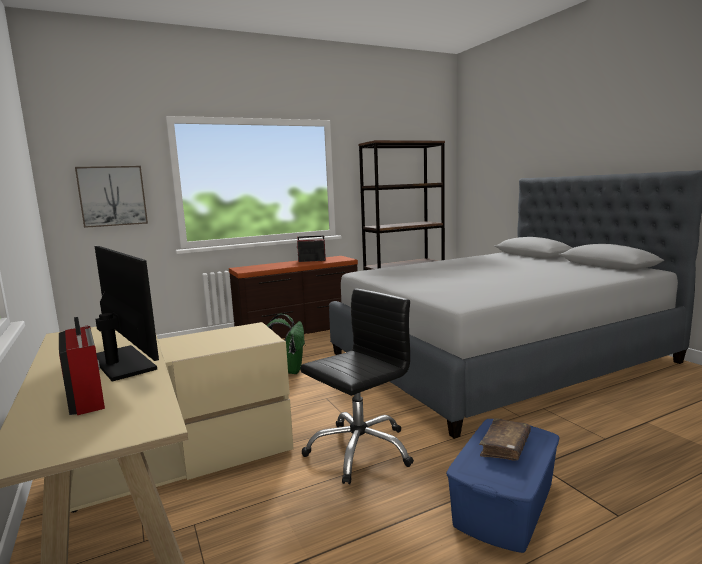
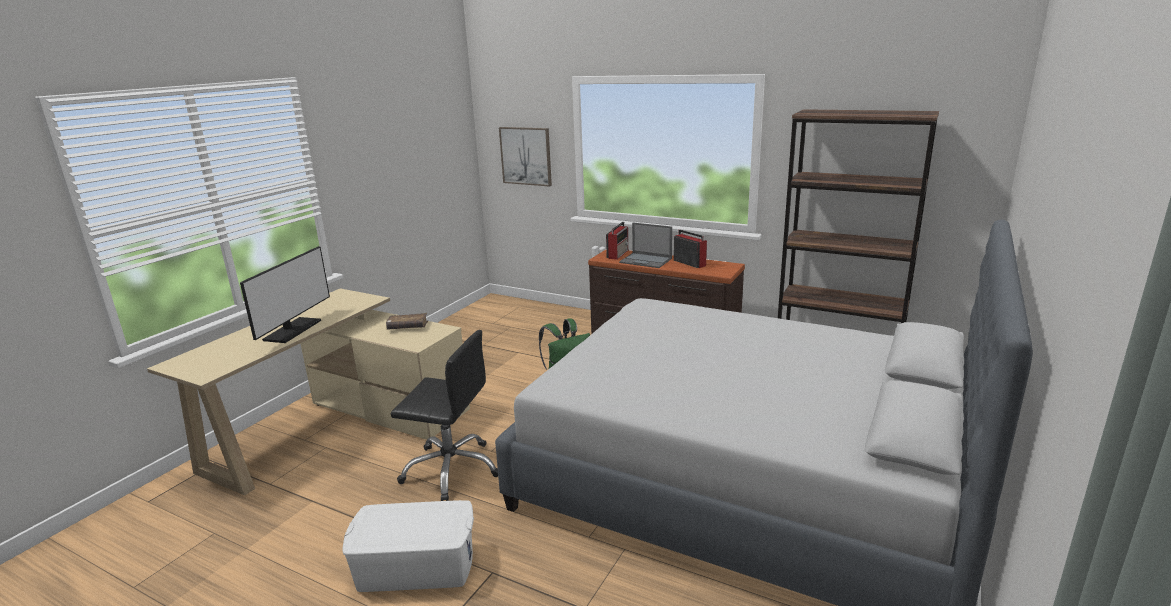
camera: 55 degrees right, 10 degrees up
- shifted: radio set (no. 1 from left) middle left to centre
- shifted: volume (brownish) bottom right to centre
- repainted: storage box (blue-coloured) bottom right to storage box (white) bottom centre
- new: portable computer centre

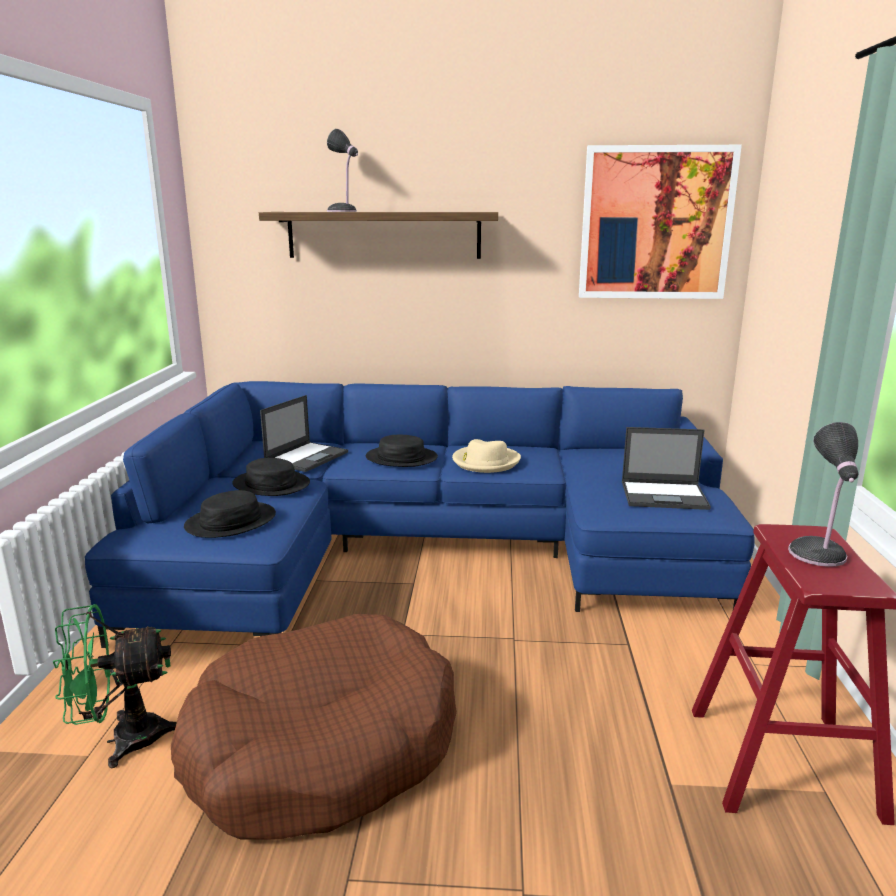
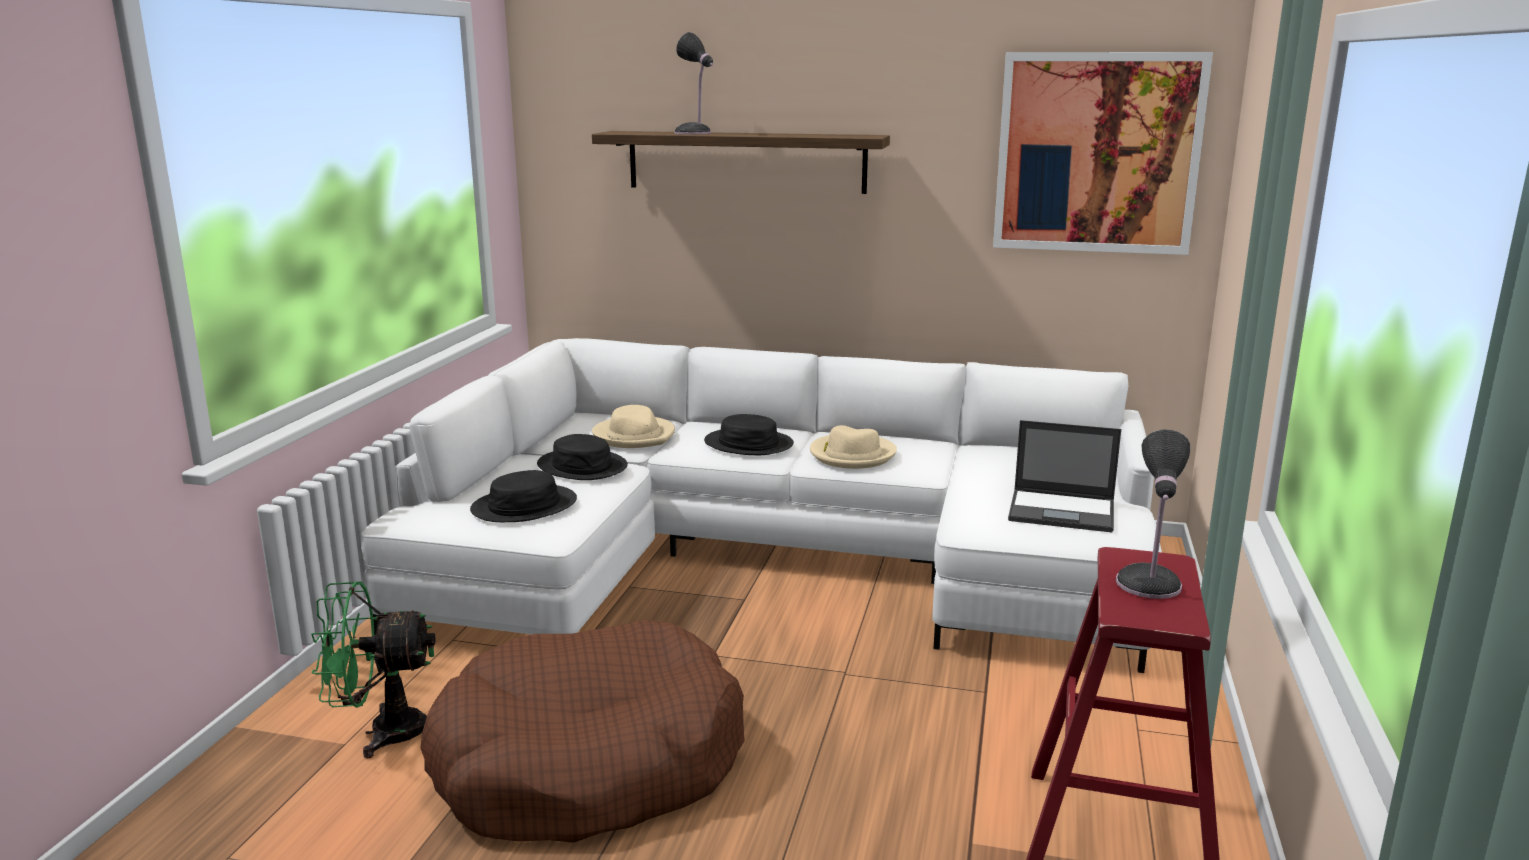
camera: 10 degrees right, 0 degrees up
- repainted: settee (blue-coloured) centre to settee (white) centre
- swapped: portable computer (no. 1 from left) centre to wearable hat (sand-coloured) (no. 1 from left) centre

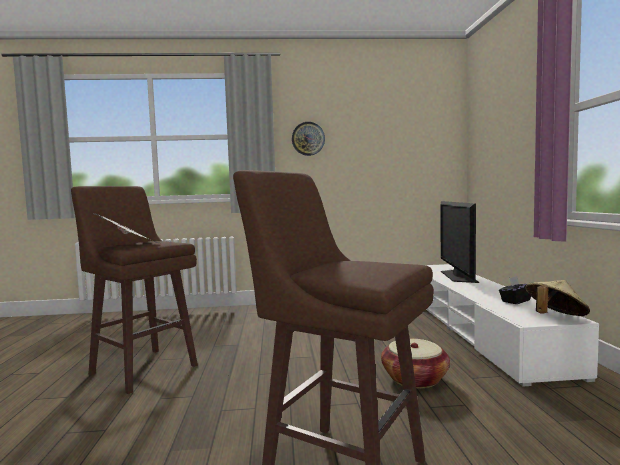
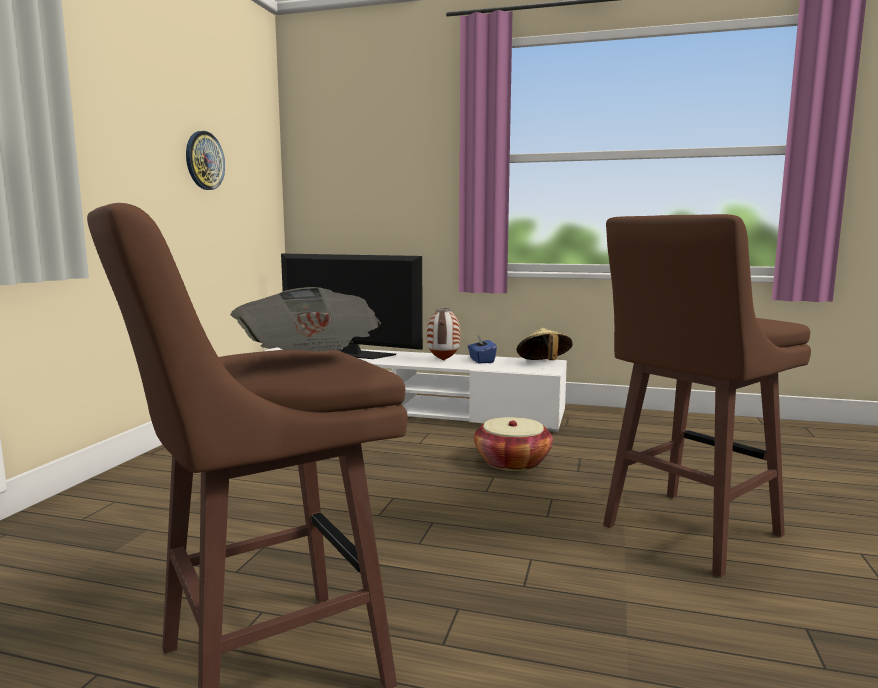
camera: 70 degrees left, 5 degrees up
- shifted: clock on the wall top centre to top left
- repainted: tissue box (black-coloured) middle right to tissue box (blue-coloured) centre
- new: vase centre

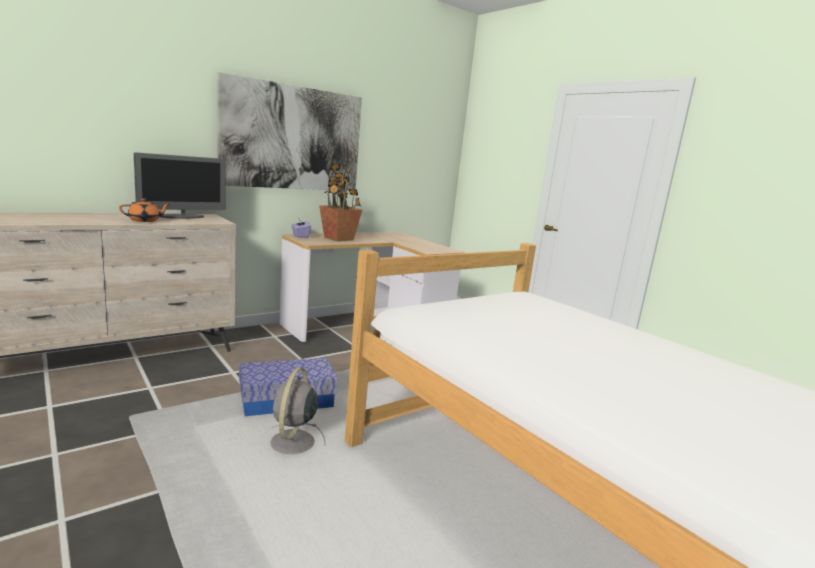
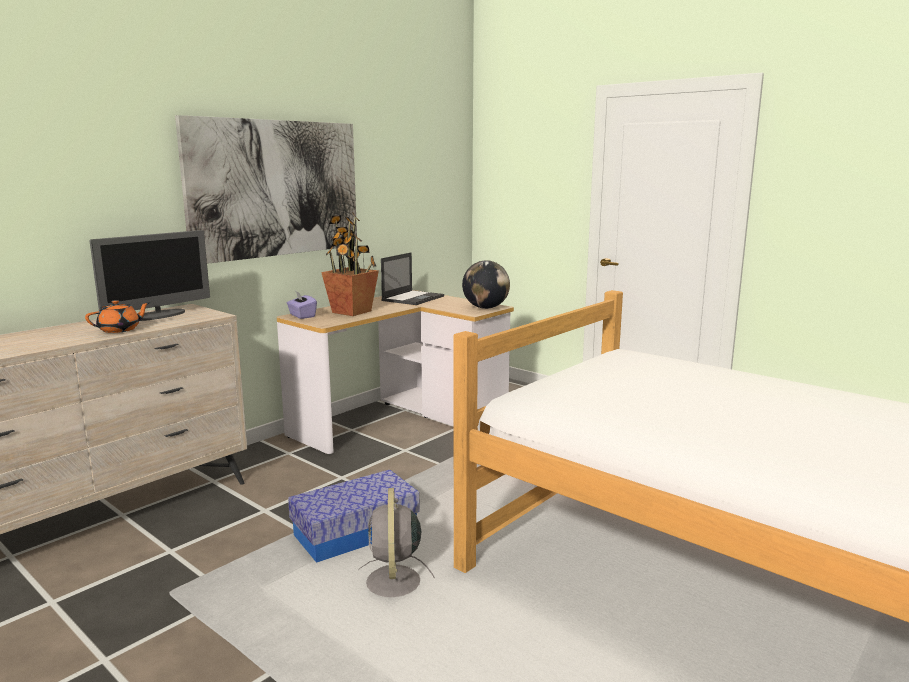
camera: 10 degrees left, 0 degrees up
- new: portable computer centre
- new: world globe centre

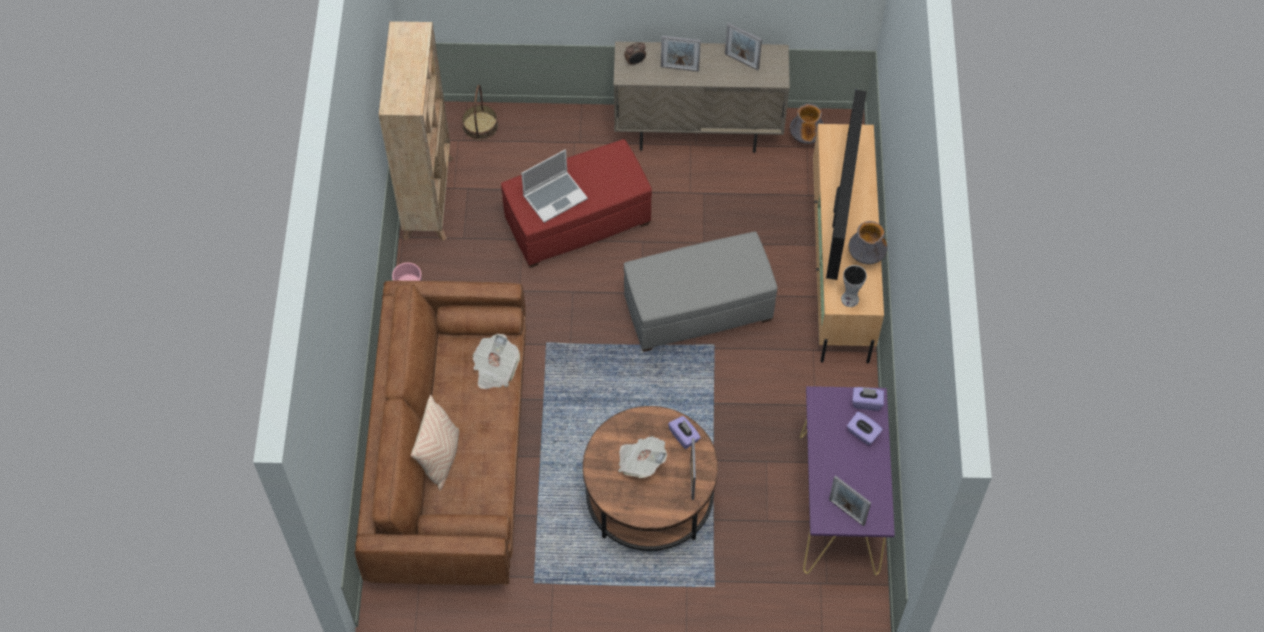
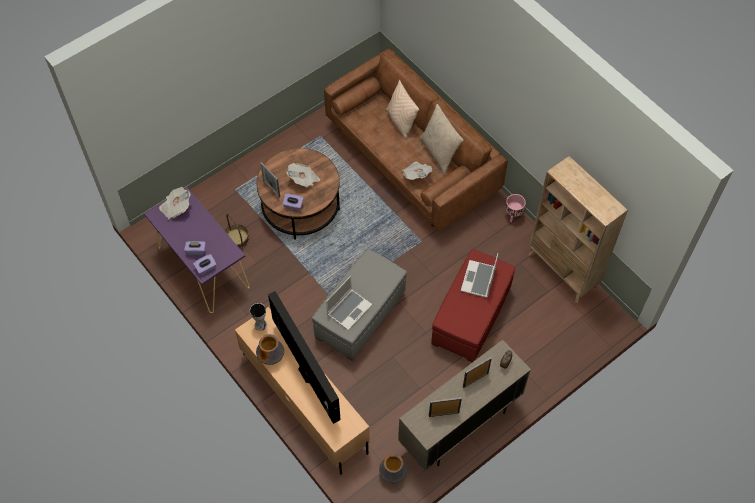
camera: 140 degrees right, 0 degrees up
- shifted: storage basket top centre to middle left
- swapped: standing frame (no. 4 from left) bottom right to newspaper (no. 1 from left) middle left
- new: throw pillow (sand-coloured) (no. 2 from left) top centre
- new: portable computer (no. 1 from left) centre

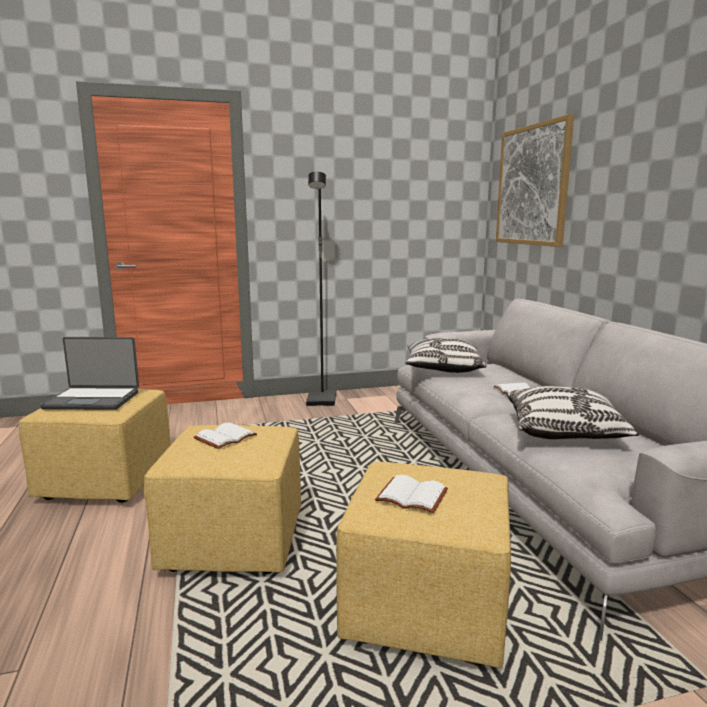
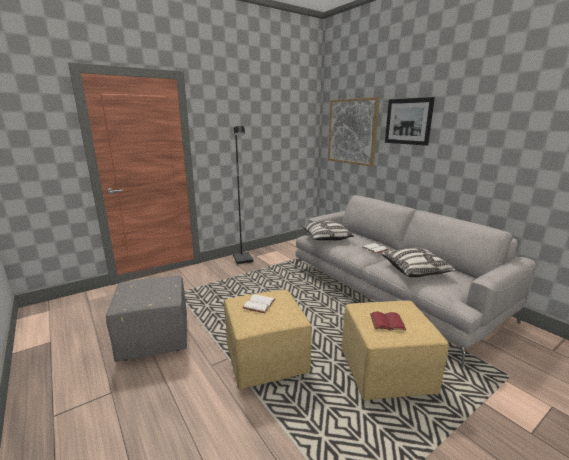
camera: 20 degrees left, 5 degrees up
- gone: portable computer middle left
- repainted: ottoman (yellow-coloured) (no. 1 from left) middle left to ottoman (gray) bottom left
- repainted: volume (white) (no. 2 from left) bottom centre to volume (red) bottom right
- new: picture (no. 2 from left) top right

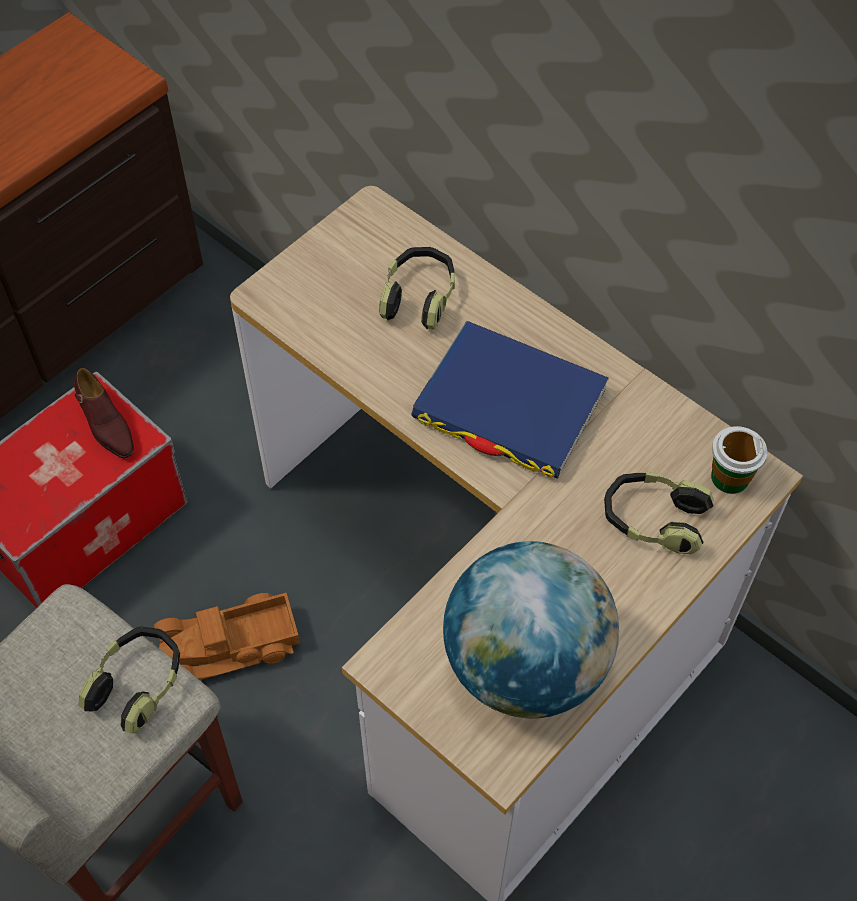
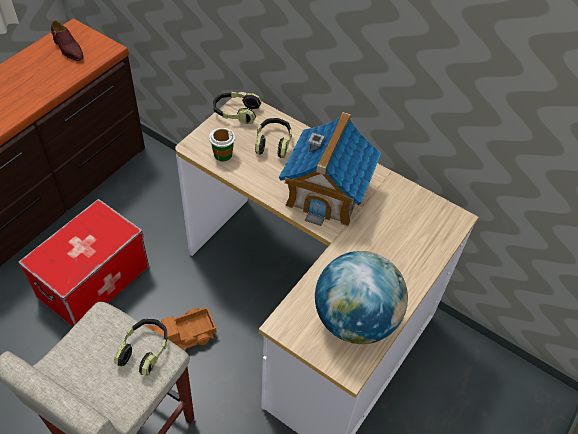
camera: 10 degrees left, 5 degrees down
- swapped: volume (blue-coloured) centre to miniature house centre
- shifted: item of footwear (brownish) middle left to top left
- shifted: cup middle right to top centre
- shifted: headphones (no. 3 from left in the first image) middle right to headphones (no. 2 from left) top centre

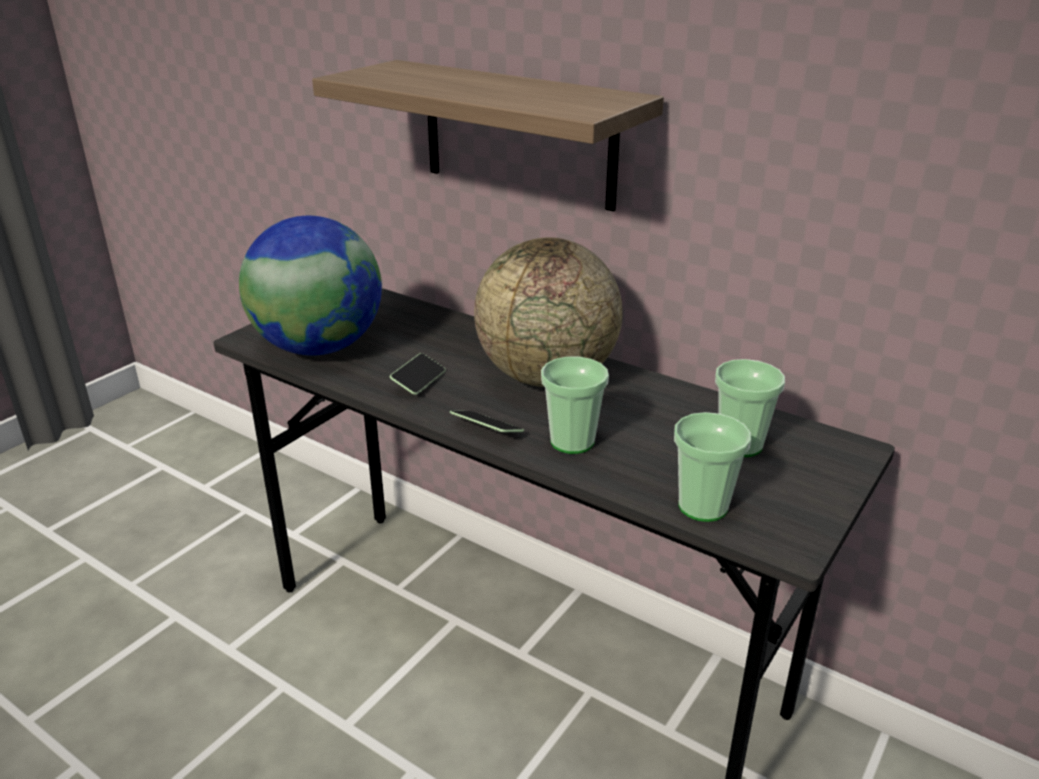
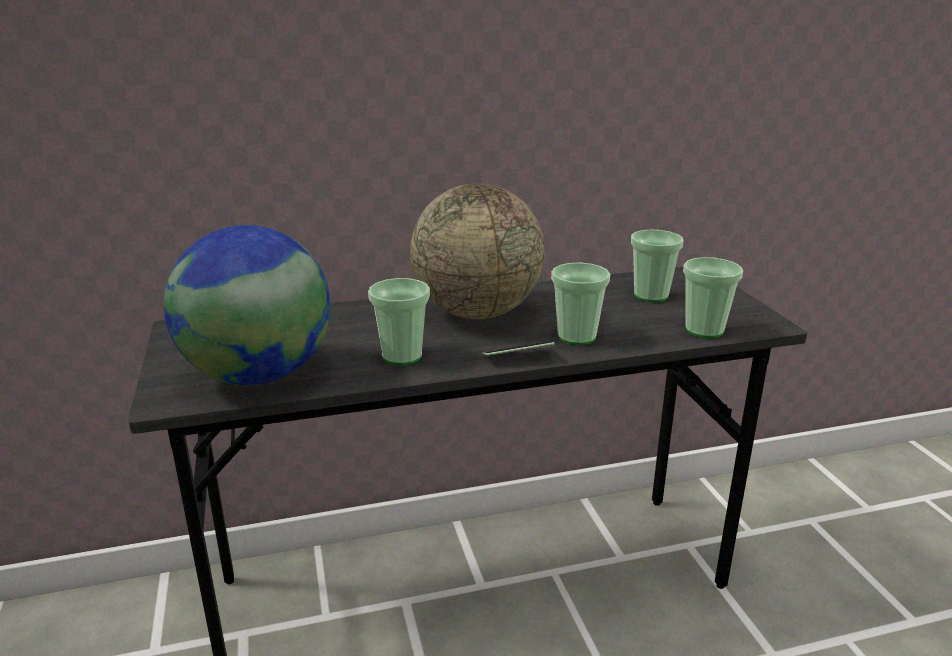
camera: 50 degrees left, 5 degrees down
- gone: wall shelf top centre
- swapped: telephone (no. 1 from left) centre to cup (no. 1 from left) centre

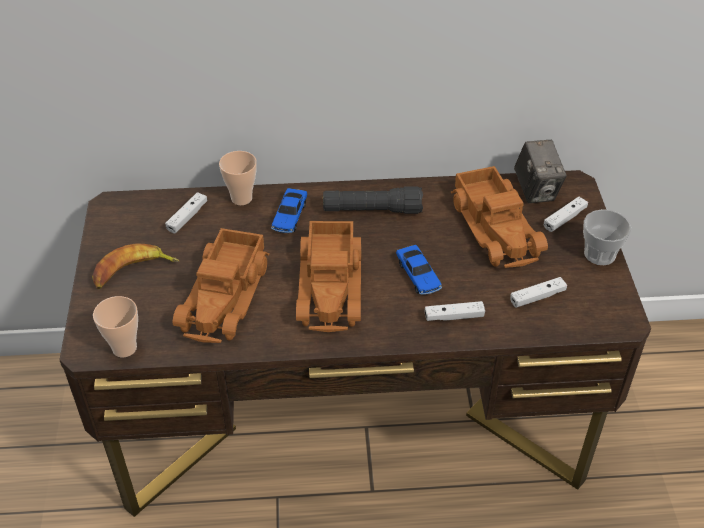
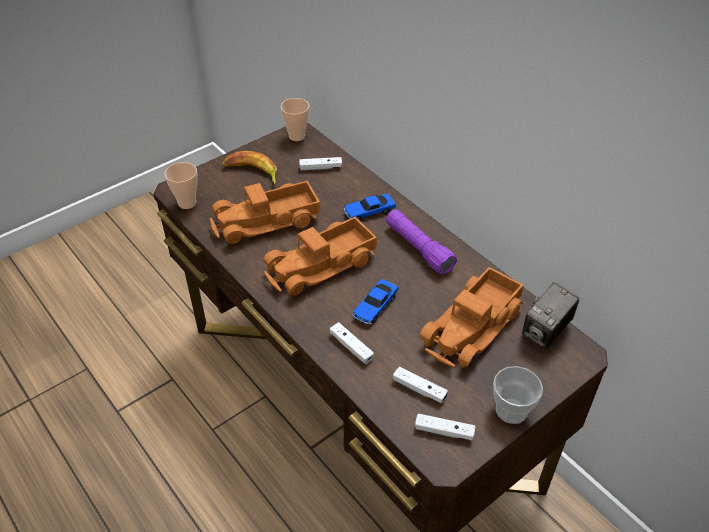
camera: 55 degrees right, 0 degrees up
- shifted: cup (no. 2 from left) centre to top centre
- repainted: torch (black-coloured) centre to torch (purplish) centre
- shifted: gamepad (white) (no. 4 from left) middle right to bottom centre

